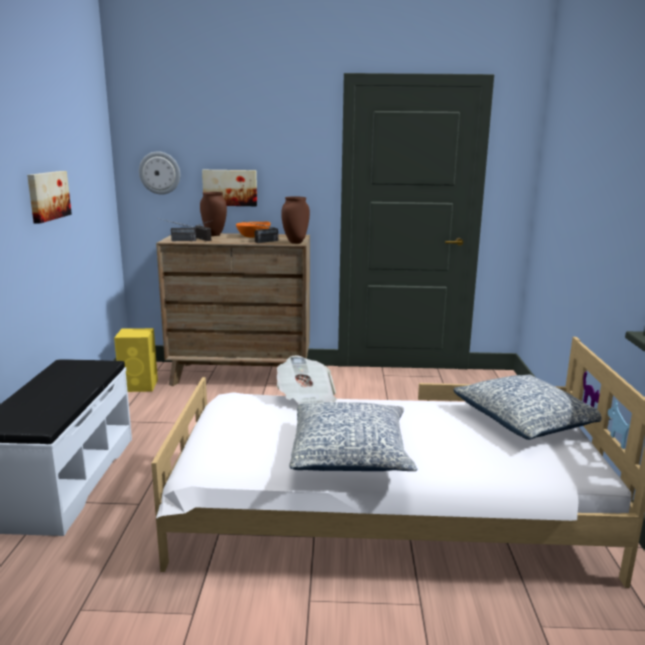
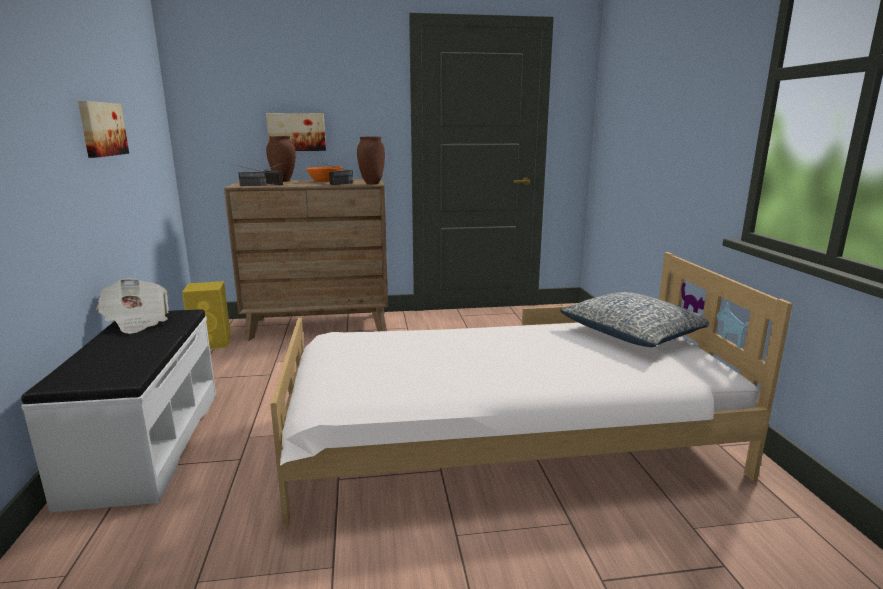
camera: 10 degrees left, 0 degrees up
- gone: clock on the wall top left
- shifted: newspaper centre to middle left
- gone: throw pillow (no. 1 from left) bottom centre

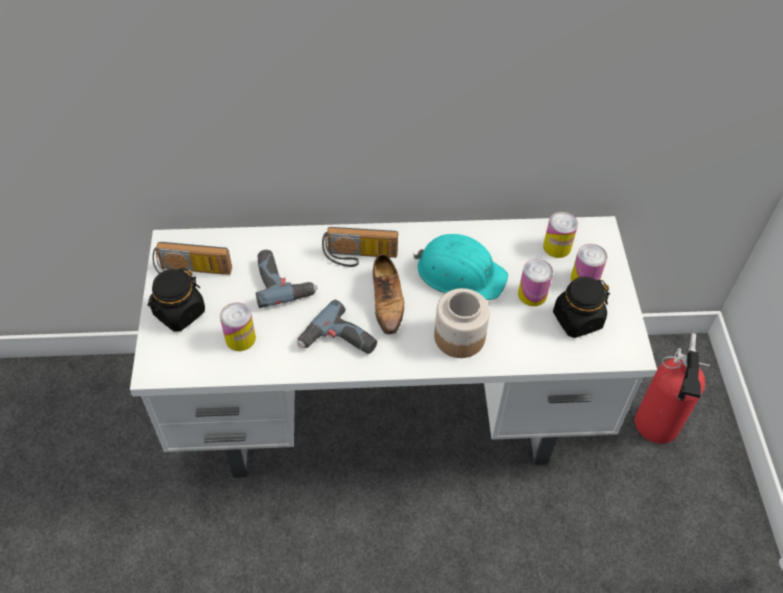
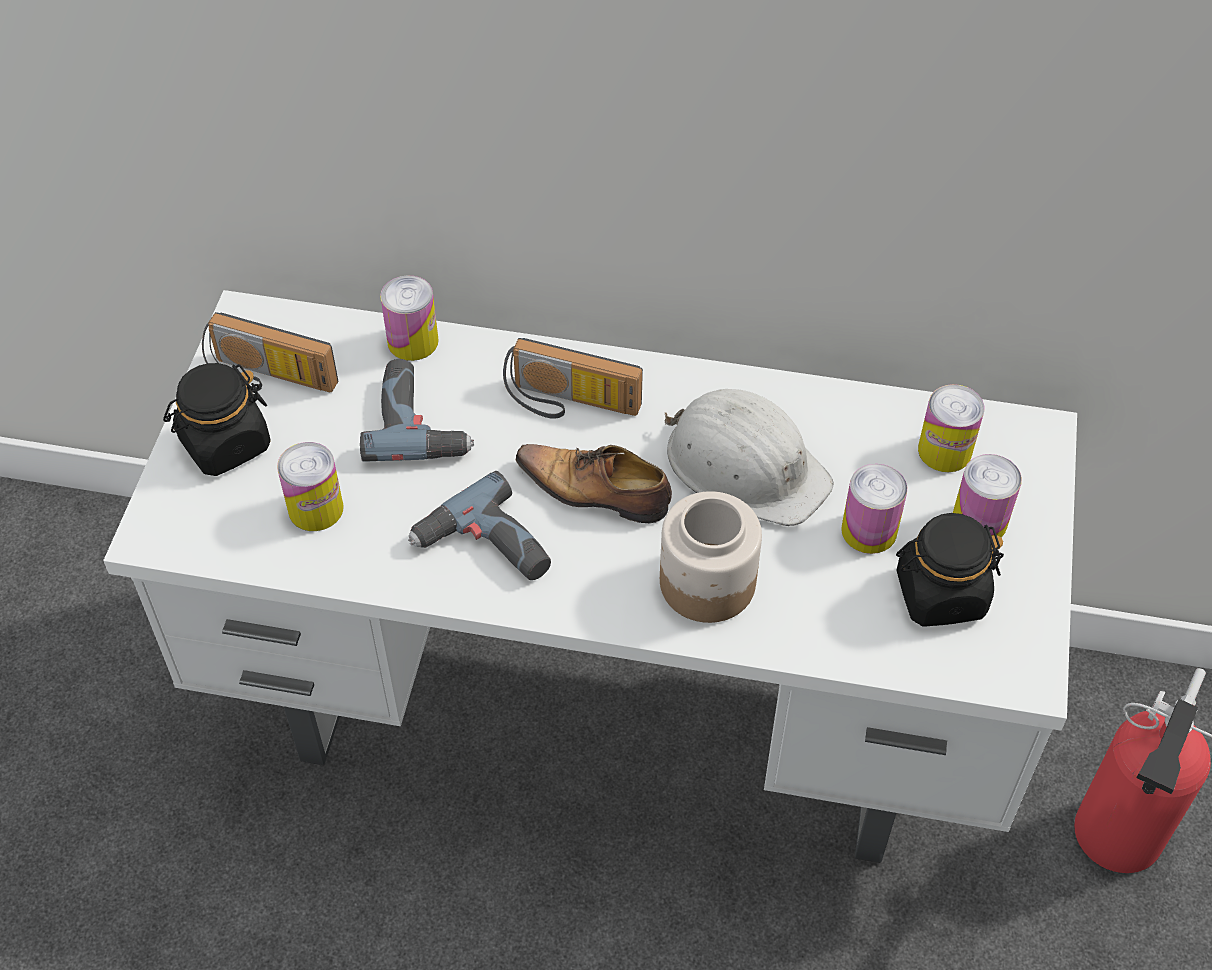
camera: 15 degrees right, 0 degrees up
- repainted: hard hat (blue-green) centre to hard hat (white) centre
- rotated: item of footwear centre = centre 105 degrees clockwise
- new: metal can (no. 2 from left) top centre

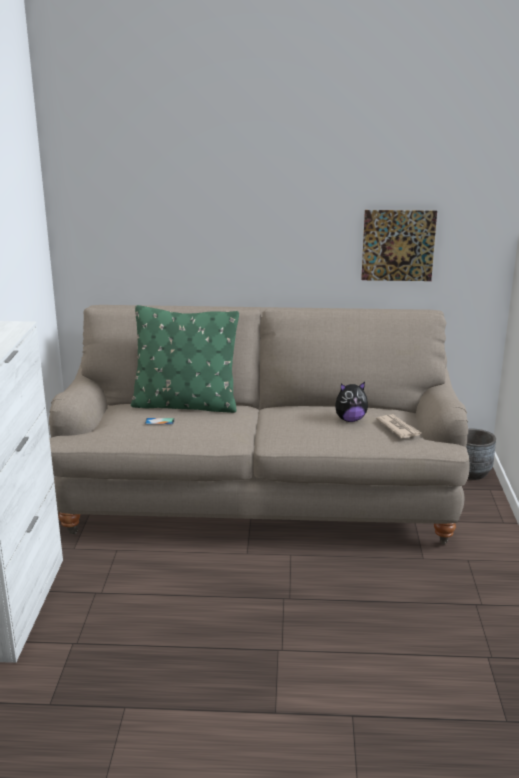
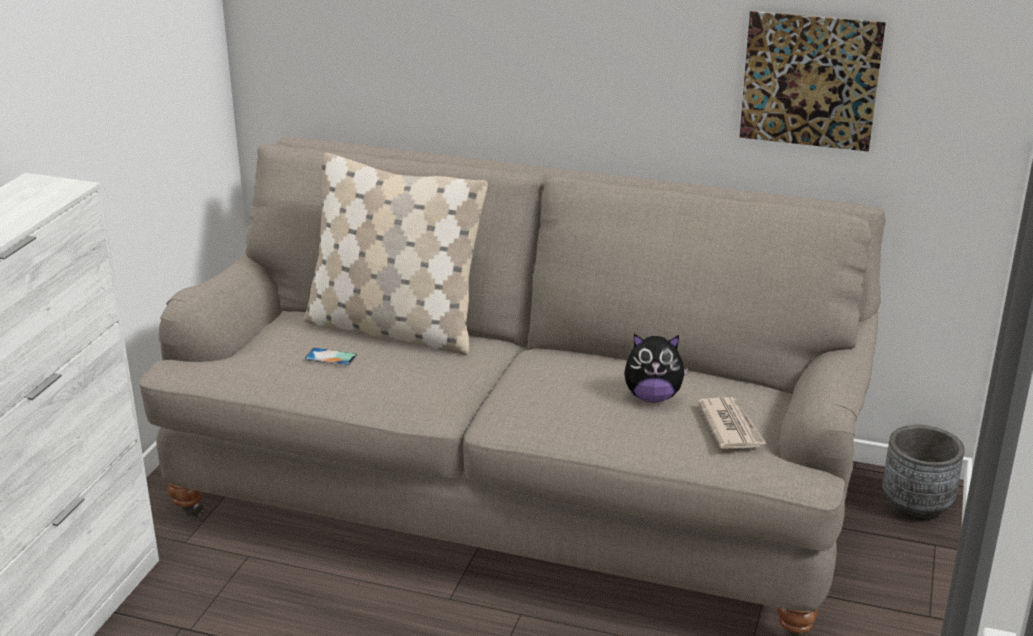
camera: 15 degrees right, 5 degrees up
- repainted: throw pillow (green) centre to throw pillow (sand-coloured) centre

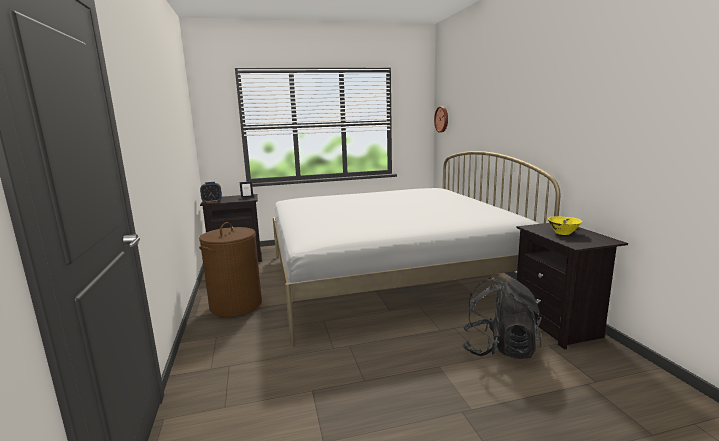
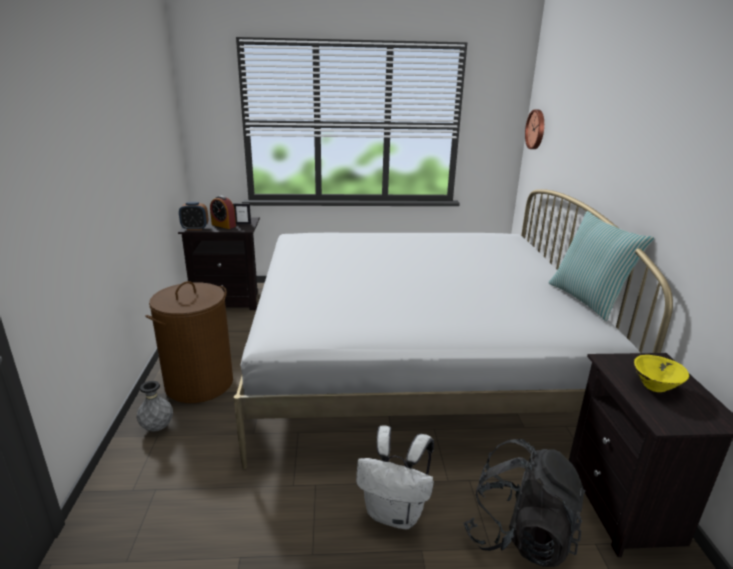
camera: 10 degrees right, 10 degrees up
- new: table clock (no. 2 from left) middle left
- new: throw pillow middle right
- new: vase (gray) bottom left
- new: knapsack (white) bottom centre

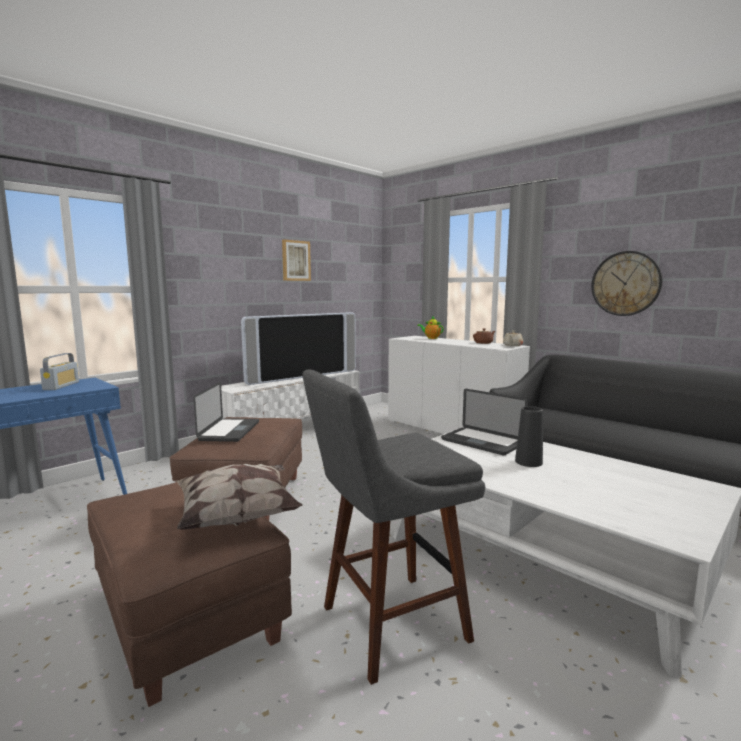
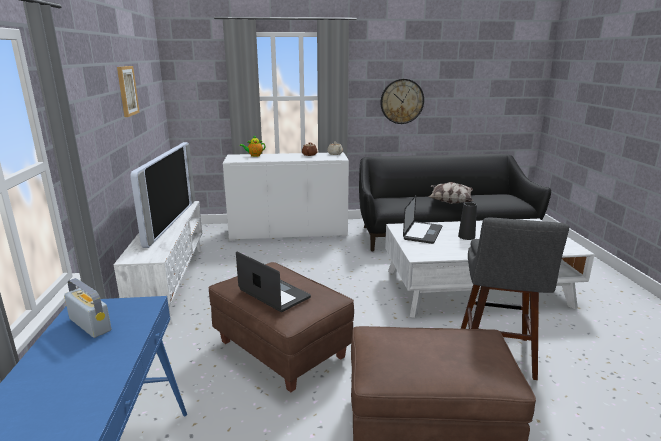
camera: 50 degrees left, 10 degrees up
- rotated: portable computer (no. 2 from left) centre = centre 60 degrees counterclockwise
- shifted: throw pillow bottom left to middle right

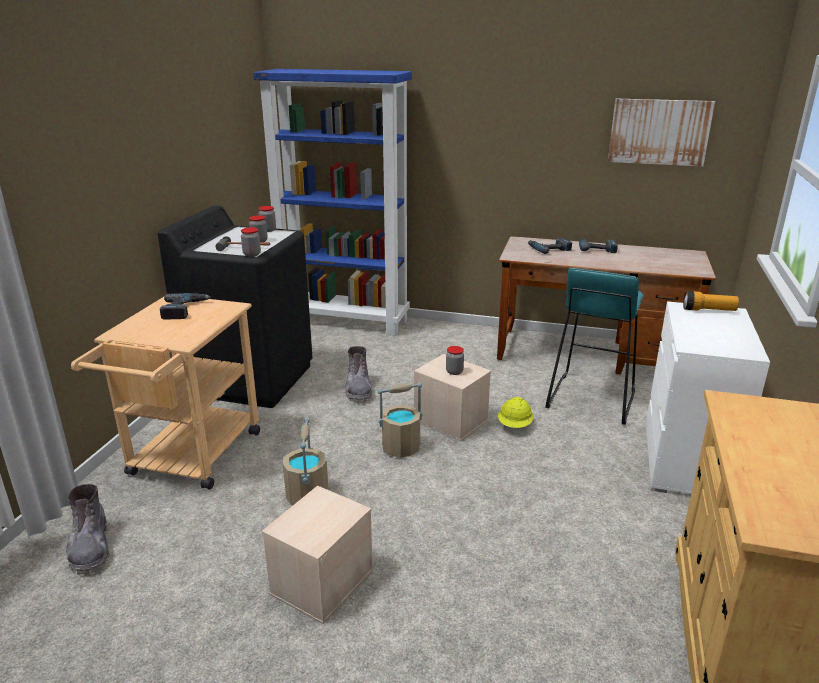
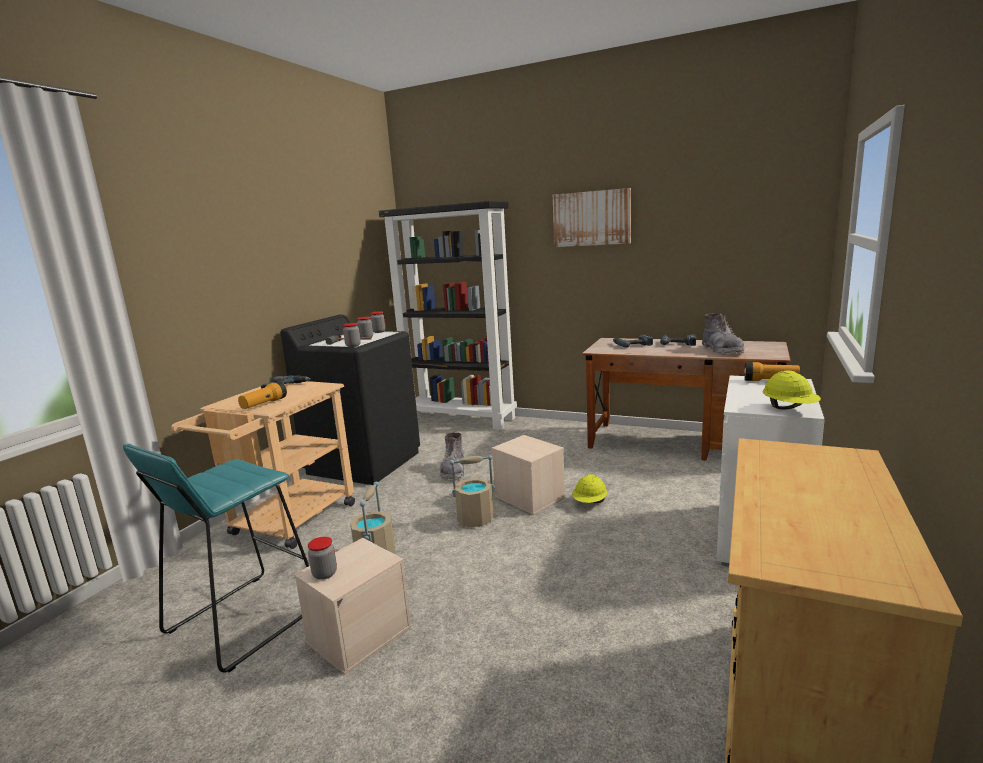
camera: 10 degrees right, 10 degrees down
- repainted: bookcase (blue-coloured) top centre to bookcase (black-coloured) centre
- shifted: picture top right to top centre
- shifted: stool seat (blue-green) middle right to bottom left
- shifted: storage jar (no. 4 from left in the first image) centre to storage jar (no. 1 from left) bottom left
- shifted: high-top boot (gray) (no. 1 from left in the first image) bottom left to high-top boot (gray) (no. 2 from left) middle right
- new: hard hat (yellow-coloured) (no. 2 from left) middle right
- new: torch (no. 1 from left) middle left

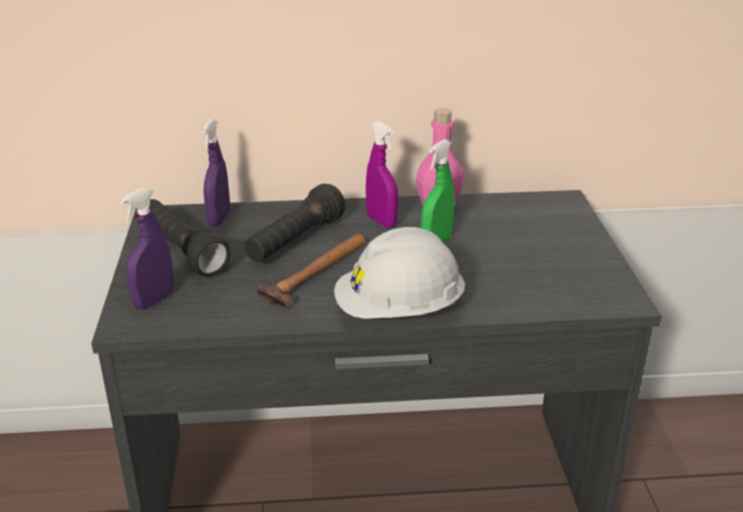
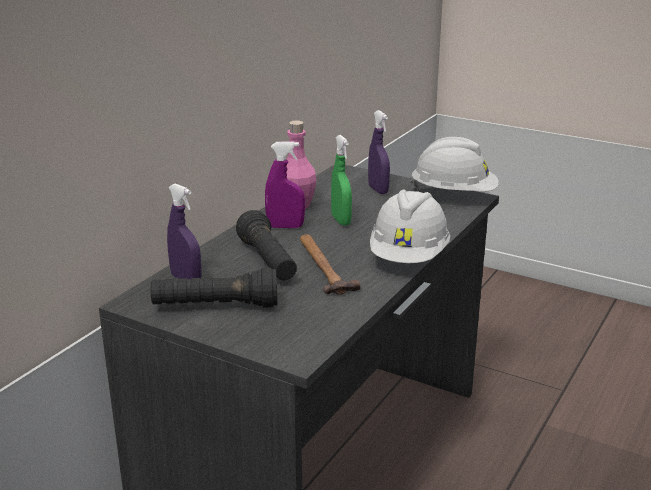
camera: 55 degrees left, 5 degrees down
- shifted: spray bottle (purplish) (no. 1 from left in the first image) middle left to spray bottle (purplish) (no. 3 from left) top centre
- new: hard hat (white) (no. 2 from left) middle right

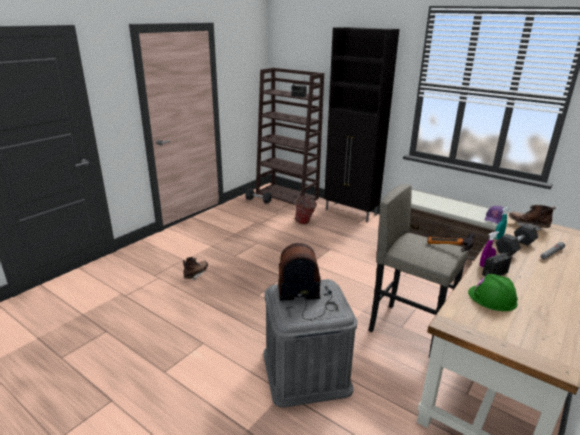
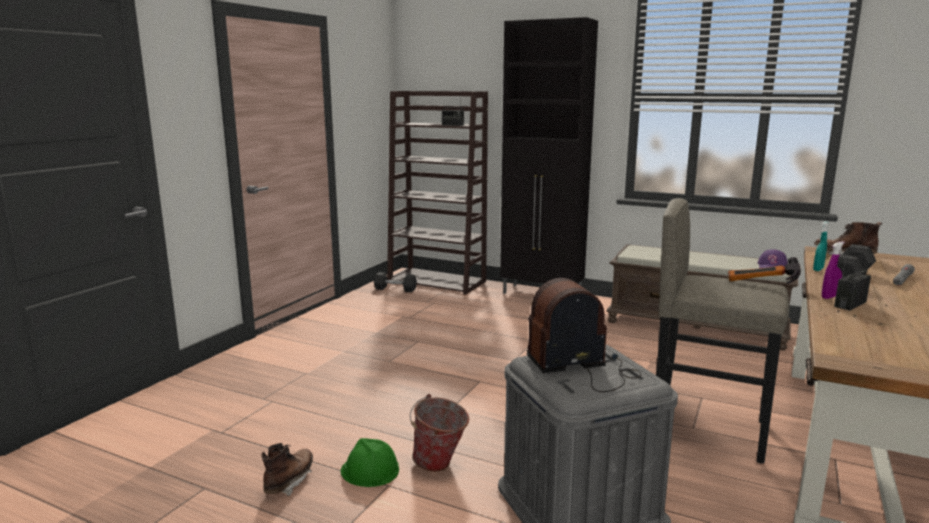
camera: 10 degrees left, 10 degrees down
- shifted: pail centre to bottom centre
- shifted: high-top boot (brownish) (no. 1 from left) centre to bottom left
- shifted: hard hat (green) bottom right to bottom centre

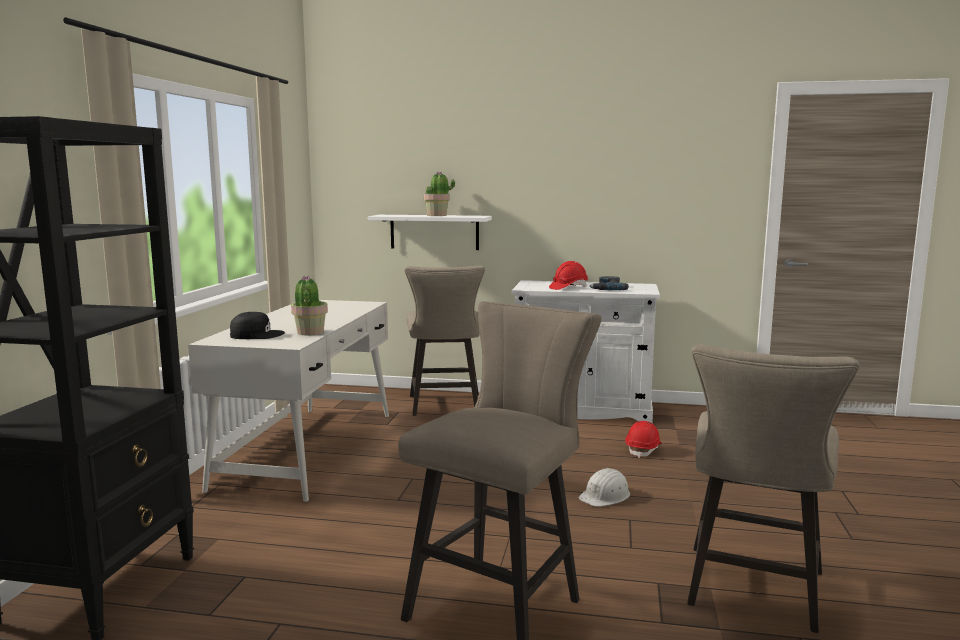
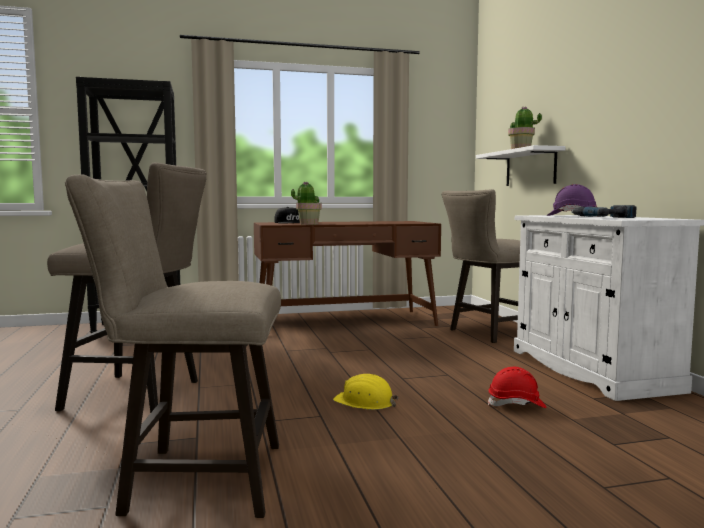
camera: 65 degrees right, 5 degrees down
- repainted: hard hat (red) (no. 1 from left) centre to hard hat (purplish) middle right
- repainted: desk (white) middle left to desk (brownish) centre
- repainted: hard hat (white) bottom centre to hard hat (yellow-coloured) bottom centre

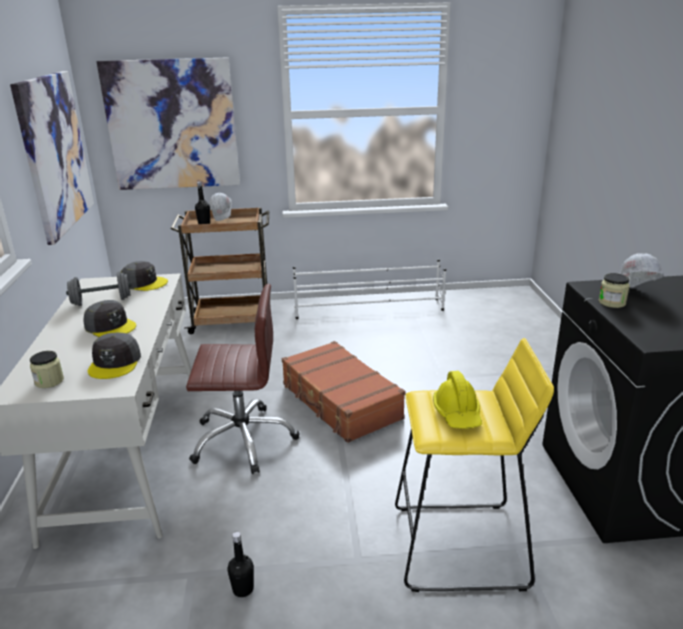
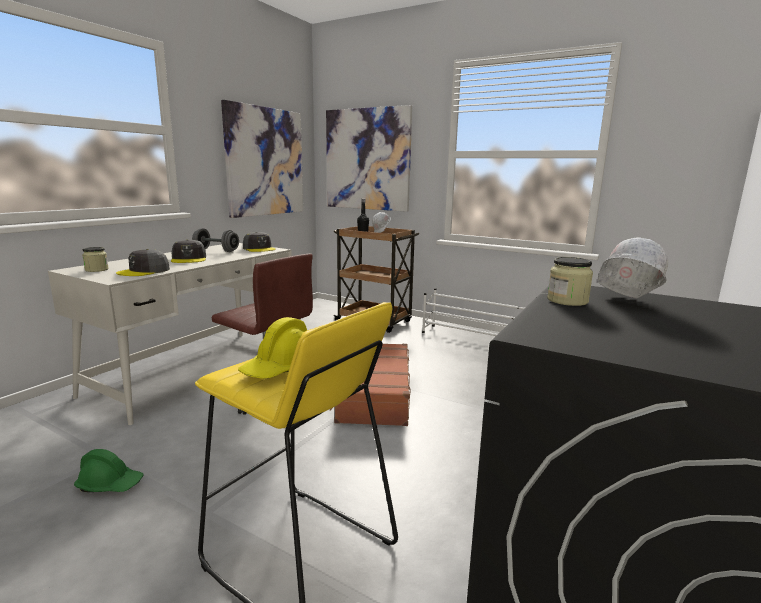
camera: 35 degrees right, 10 degrees down
- swapped: beverage bottle (black-coloured) (no. 2 from left) bottom centre to hard hat (green) bottom left

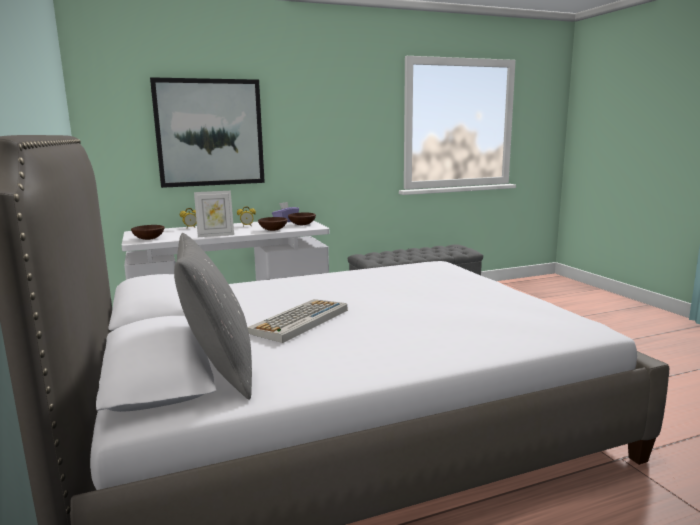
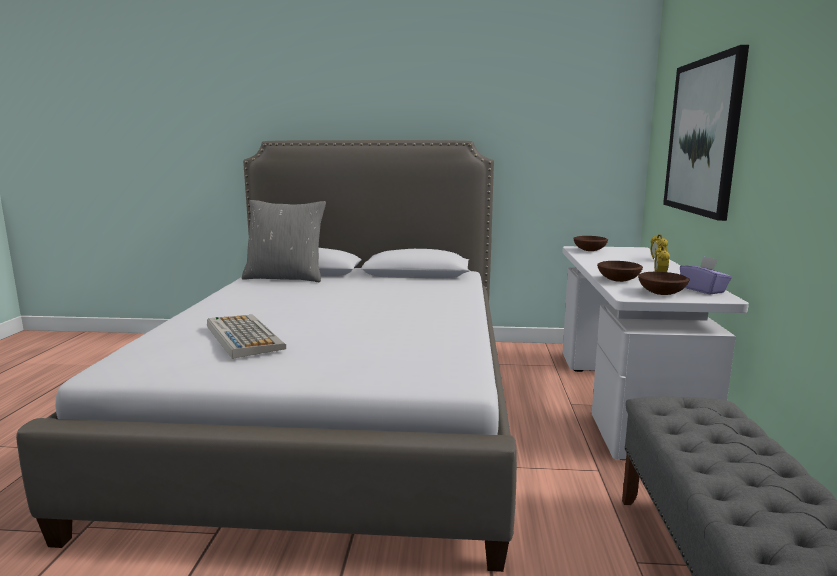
camera: 115 degrees right, 0 degrees up
- gone: standing frame middle left
- shifted: computer keyboard centre to middle left

